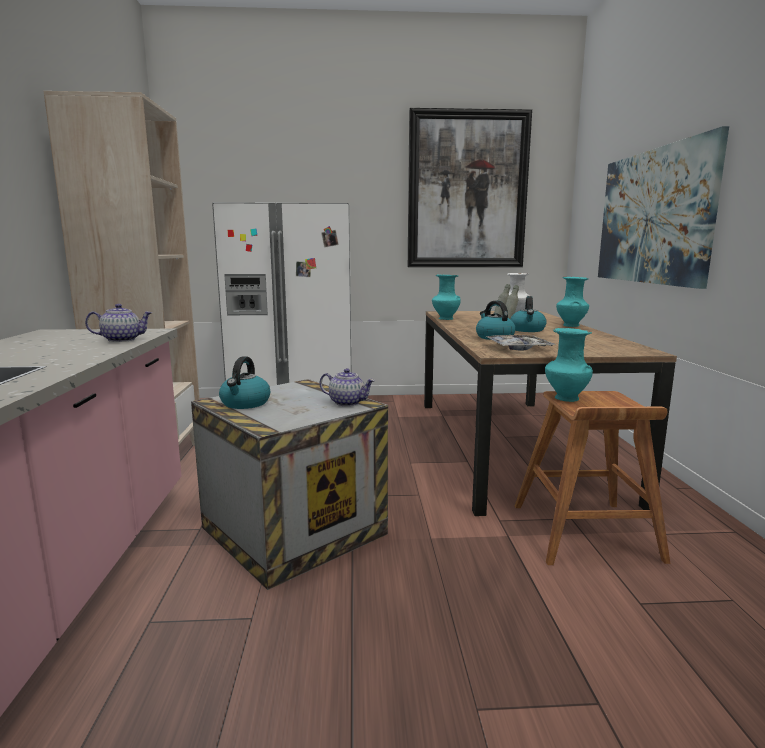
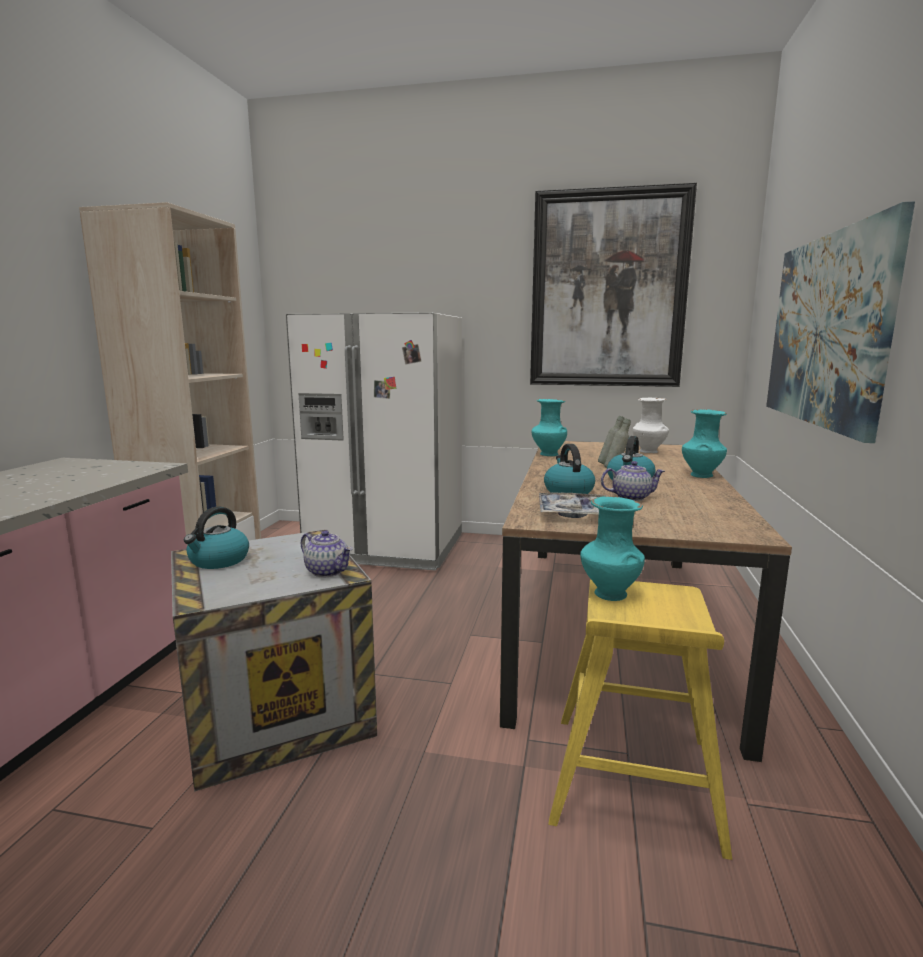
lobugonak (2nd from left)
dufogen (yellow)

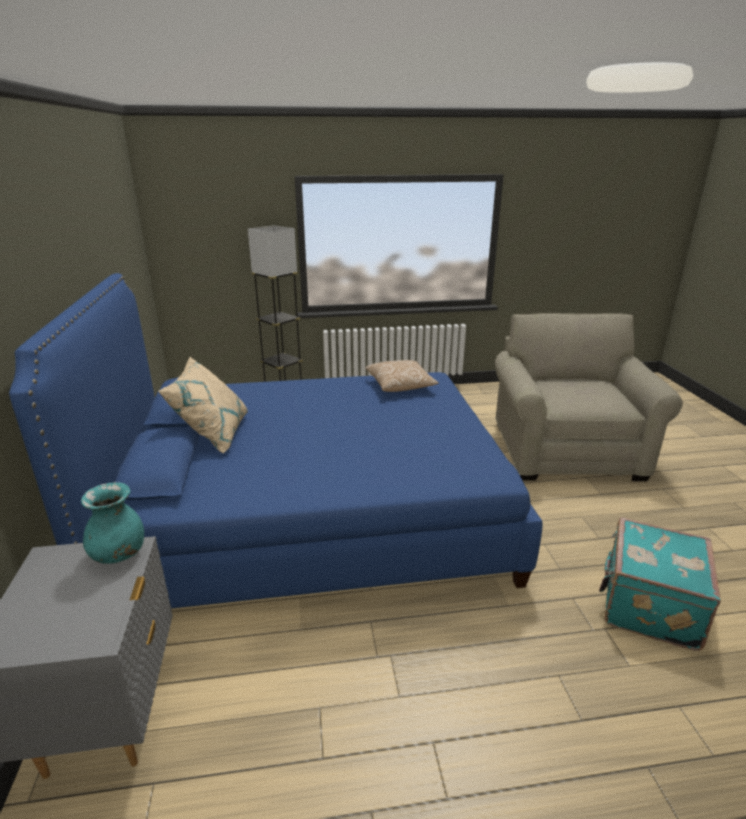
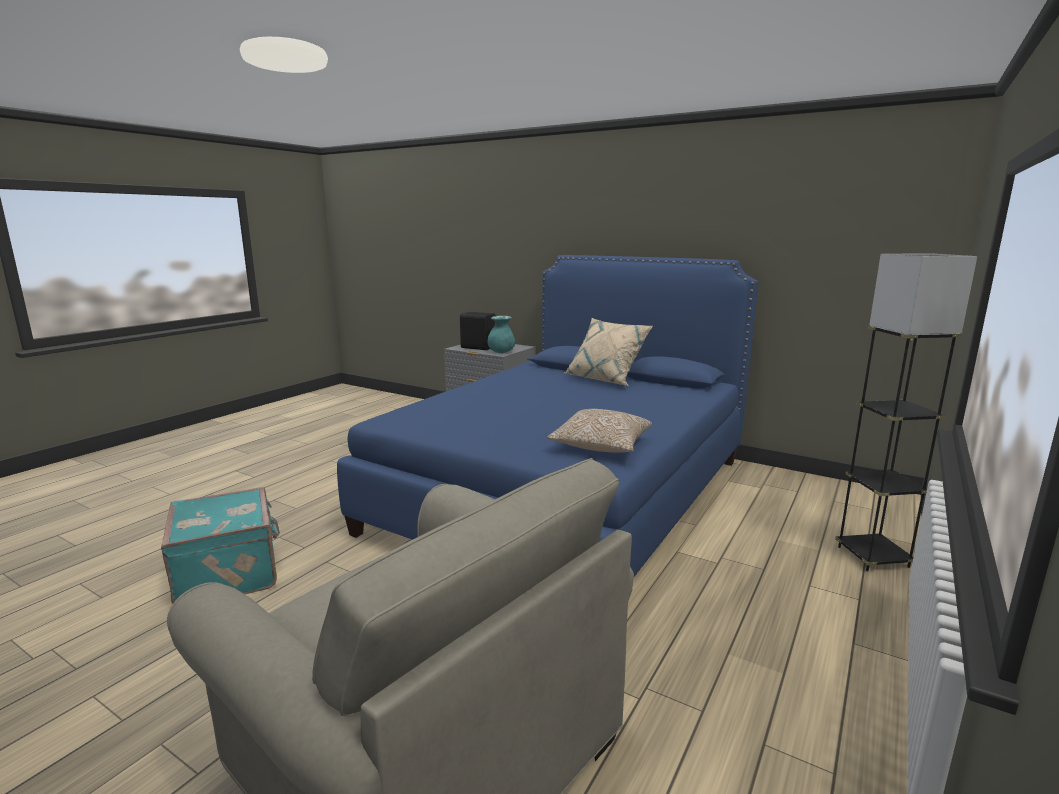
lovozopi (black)

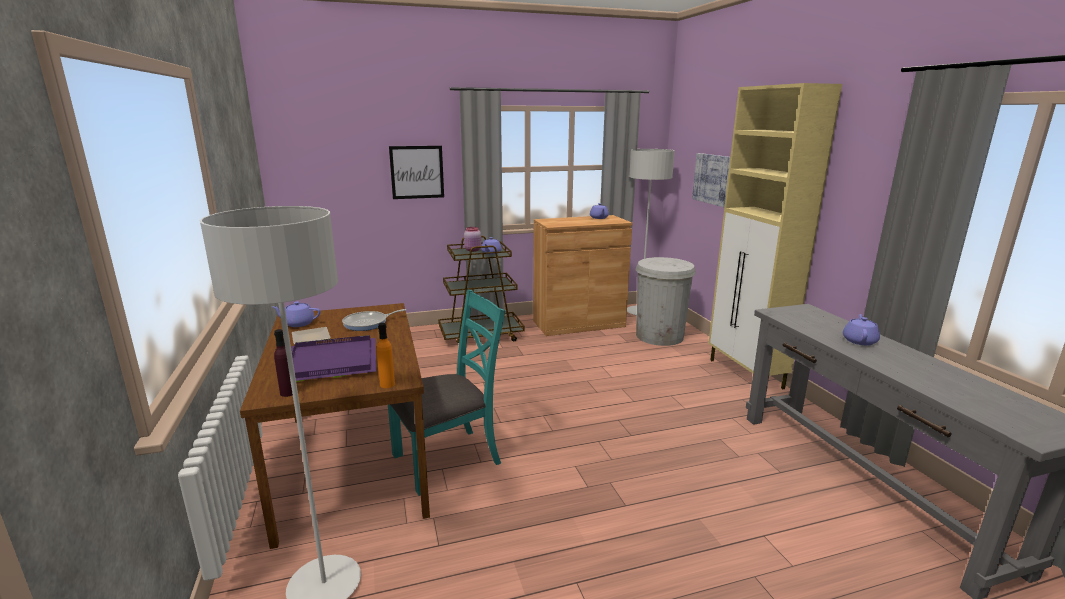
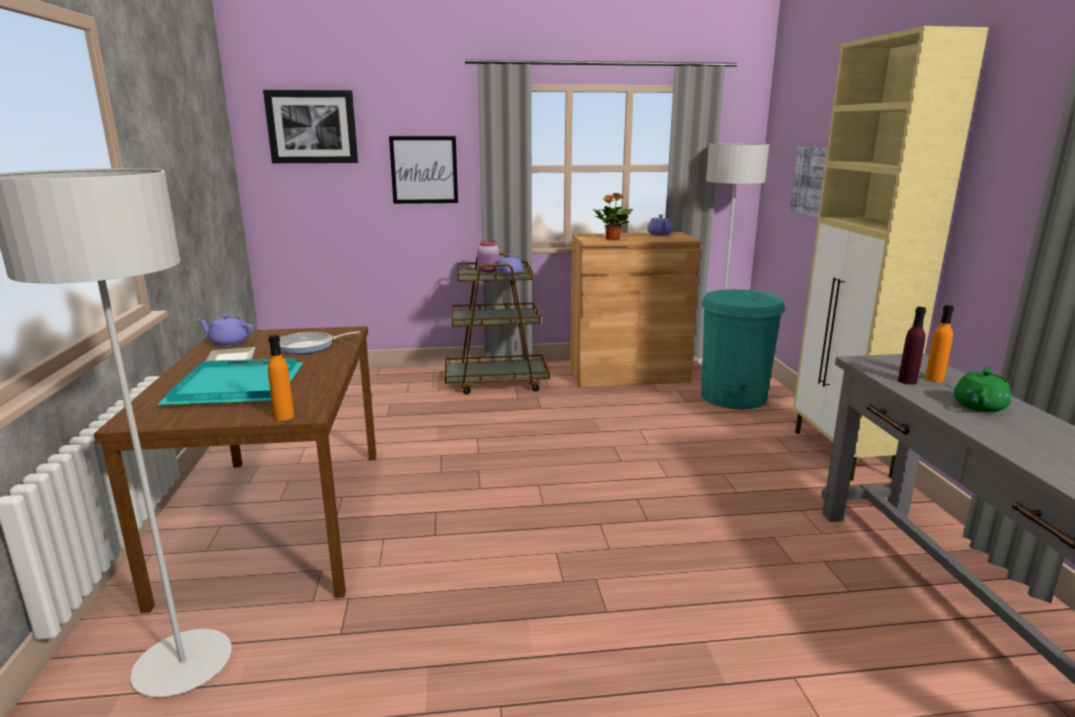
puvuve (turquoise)
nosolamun (1st from left)
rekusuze
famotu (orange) (2nd from left)
famotu (purple)
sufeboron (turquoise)
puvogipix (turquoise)
lobugonak (green)

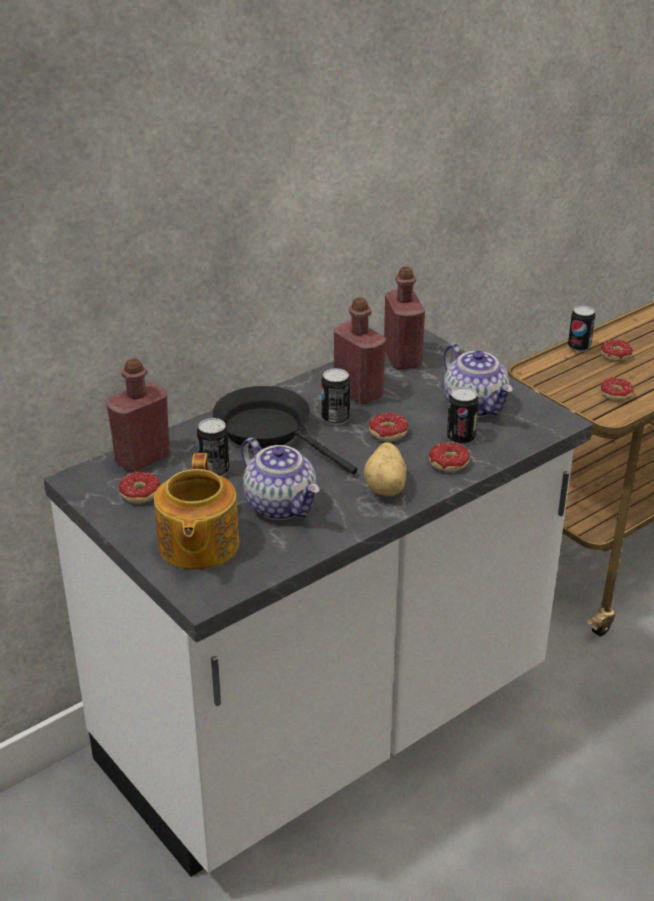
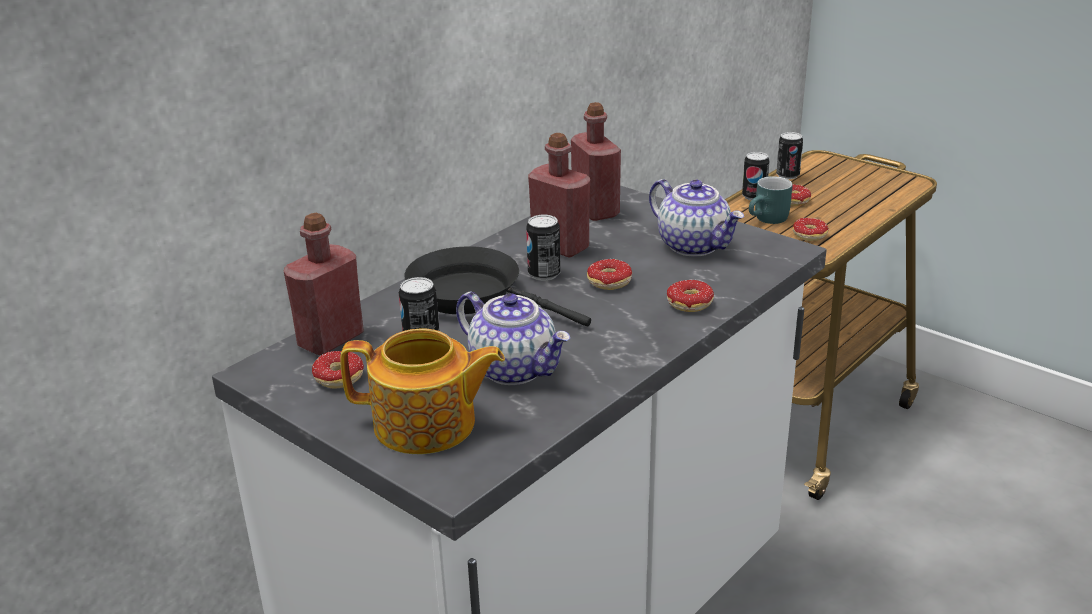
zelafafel
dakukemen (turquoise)
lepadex (4th from left)
lobugonak (1st from left)

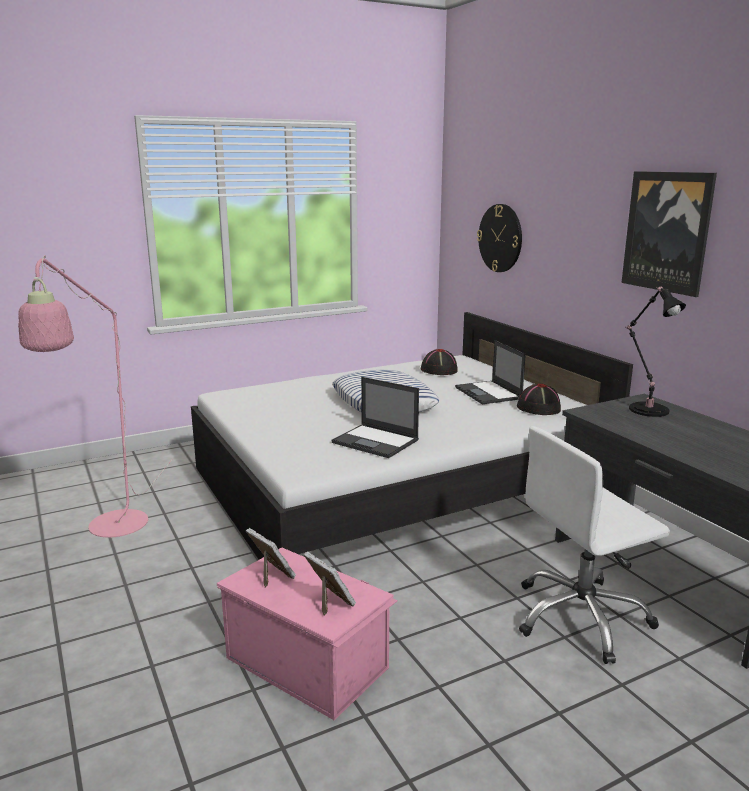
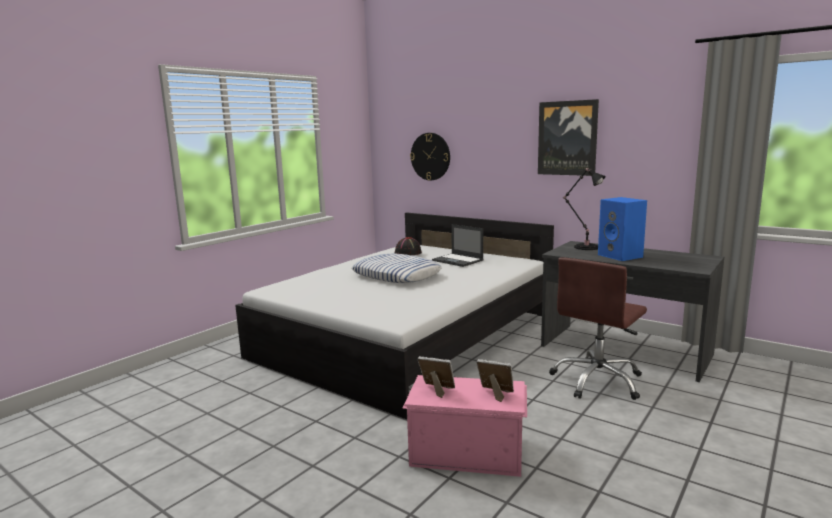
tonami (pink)
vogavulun (1st from left in the first image)
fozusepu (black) (2nd from left in the first image)
lovozopi (blue)
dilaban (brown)

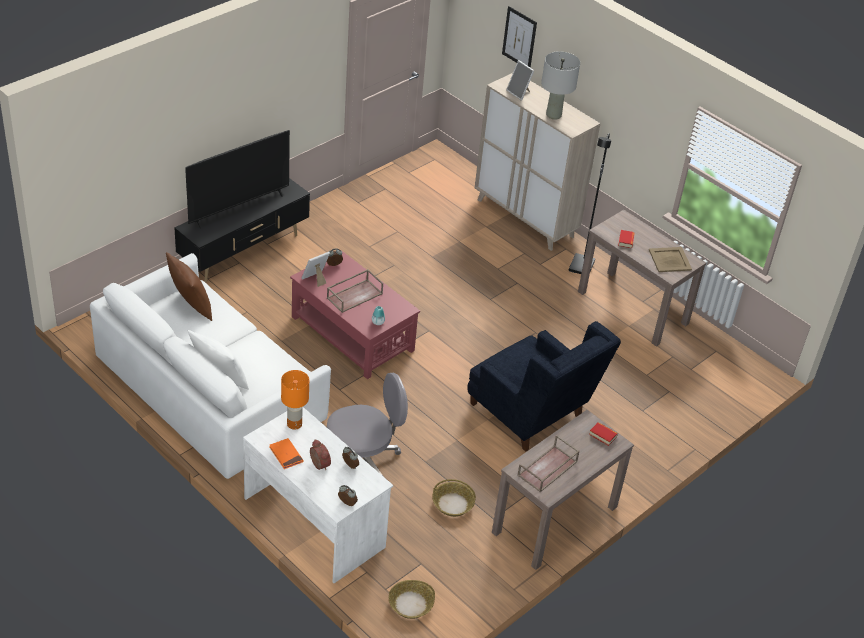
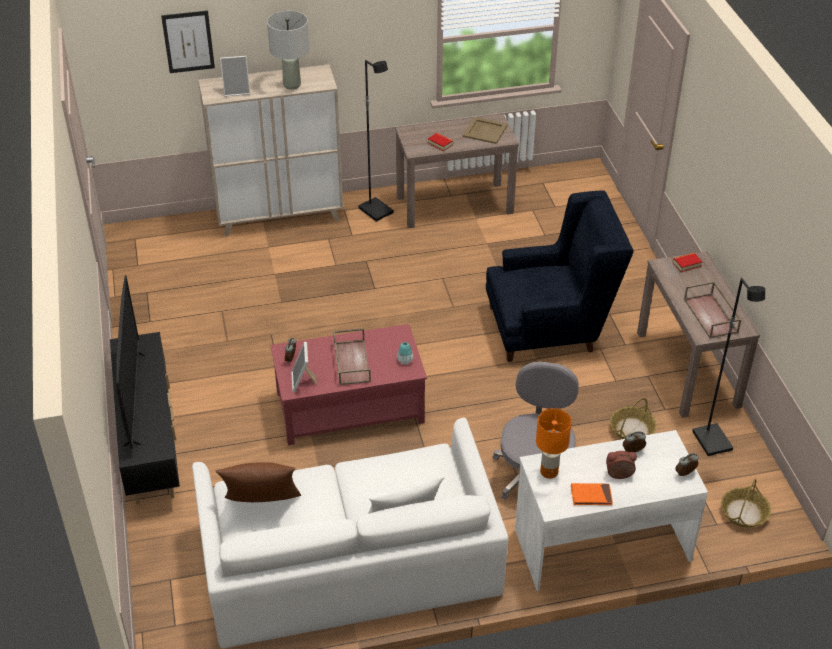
tonami (black) (2nd from left)

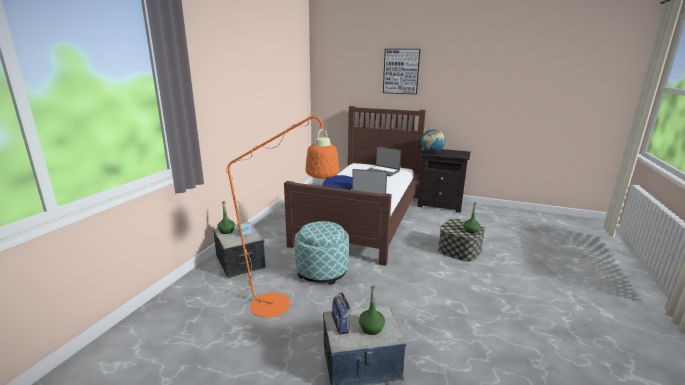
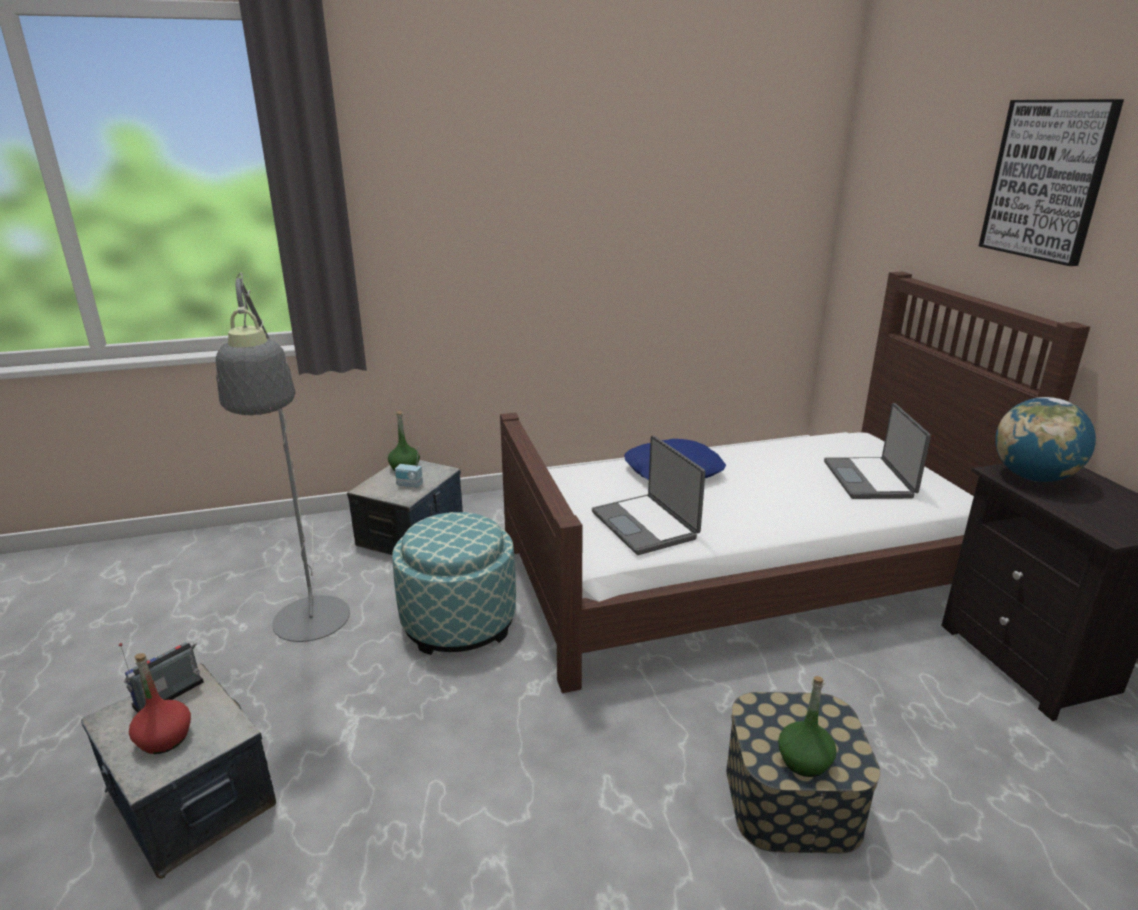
tonami (grey)
famotu (red)

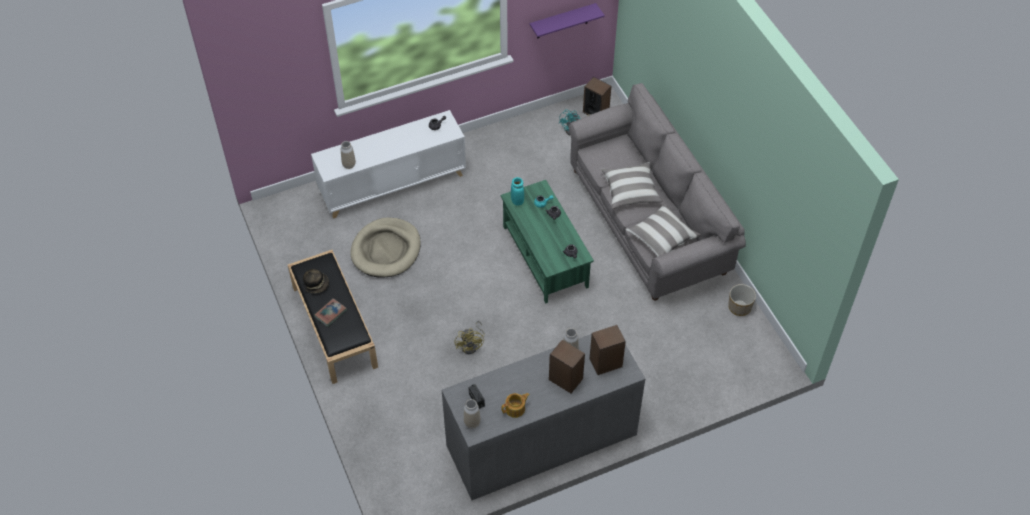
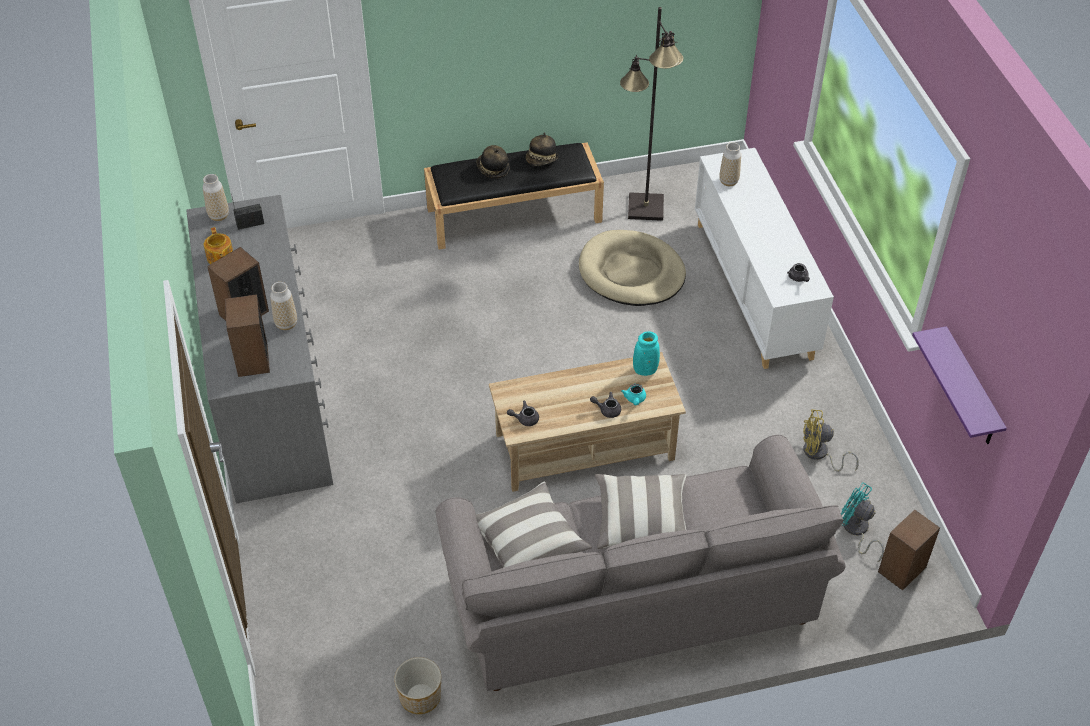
tonami (black)
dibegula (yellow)
fozusepu (1st from left)
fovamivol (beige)

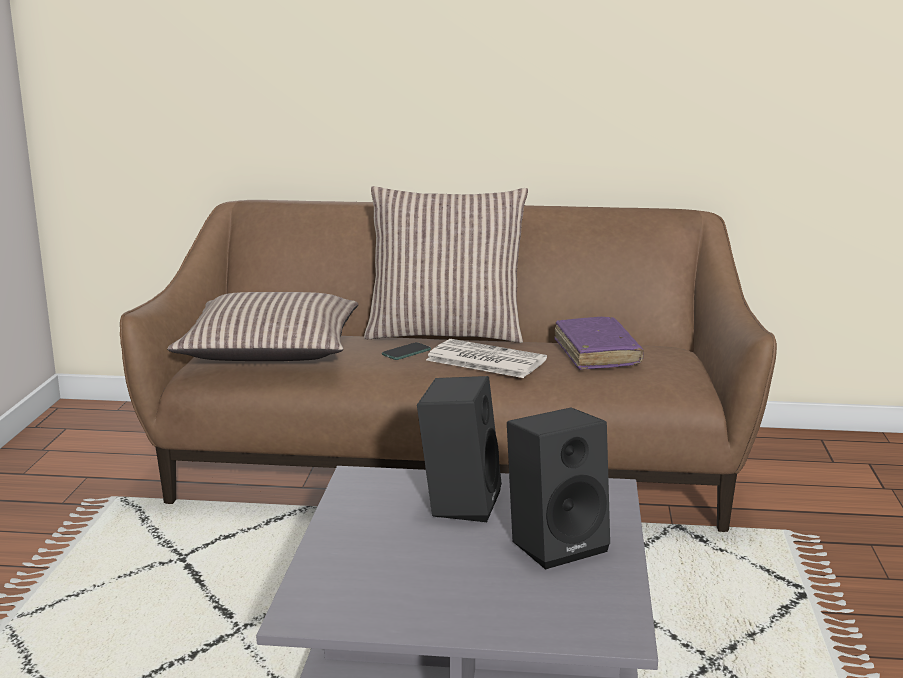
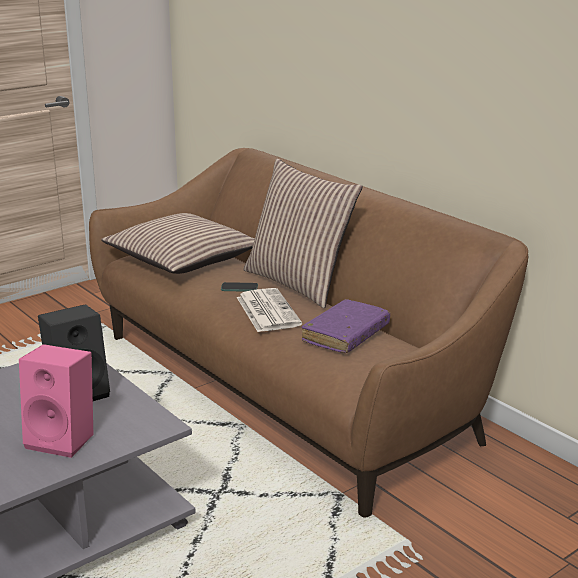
lovozopi (pink)

